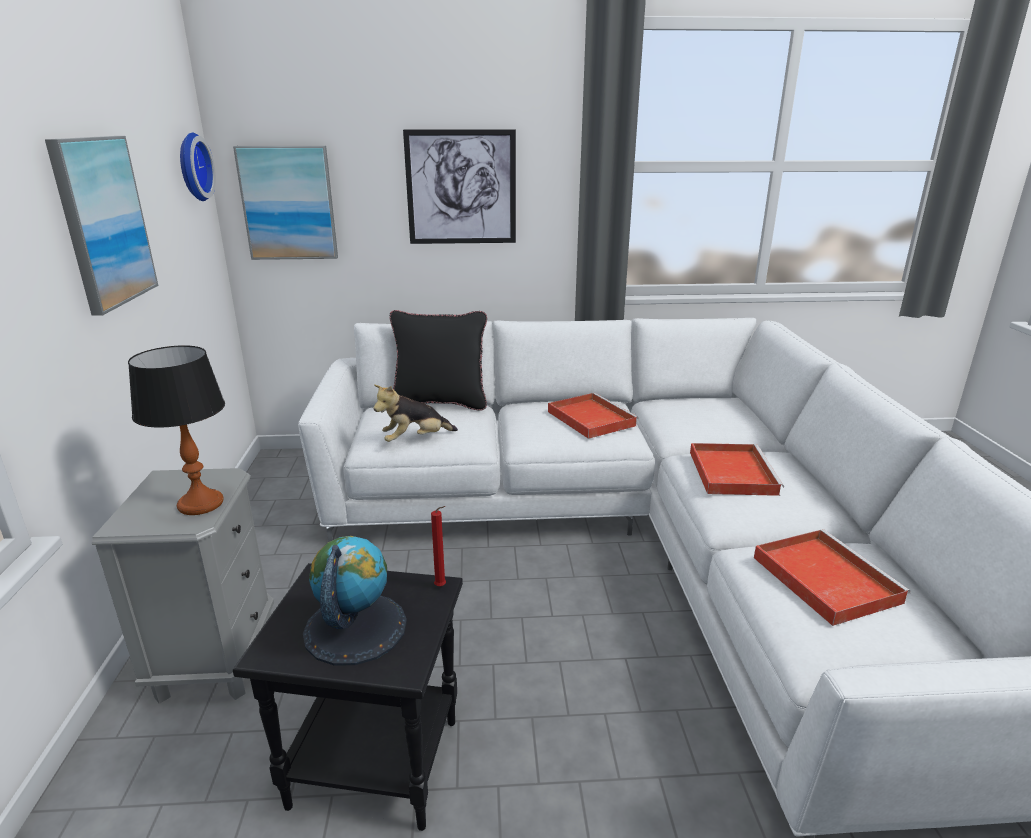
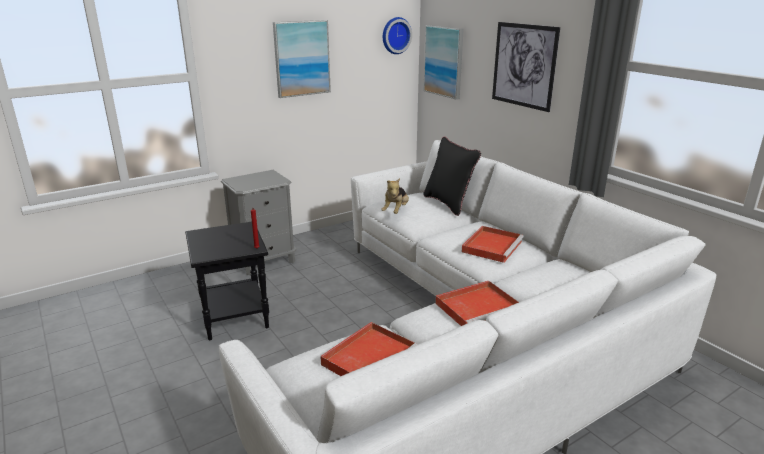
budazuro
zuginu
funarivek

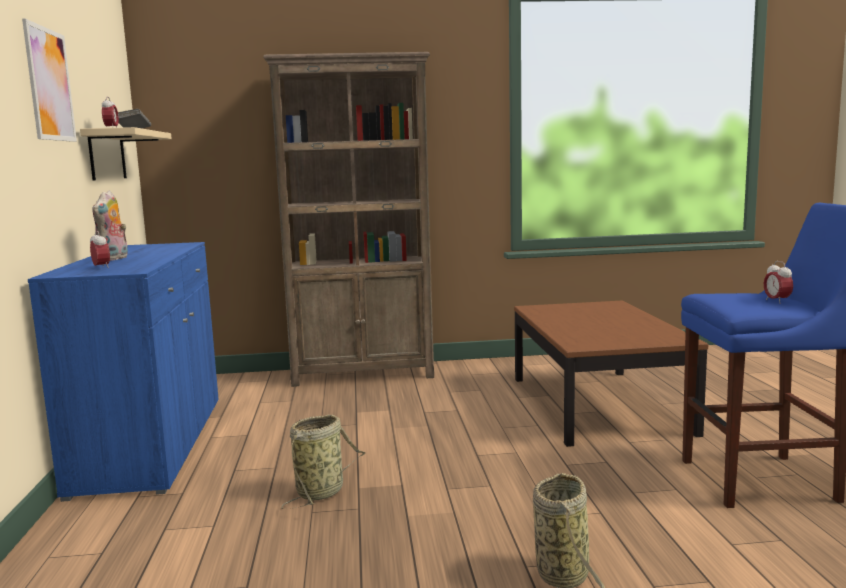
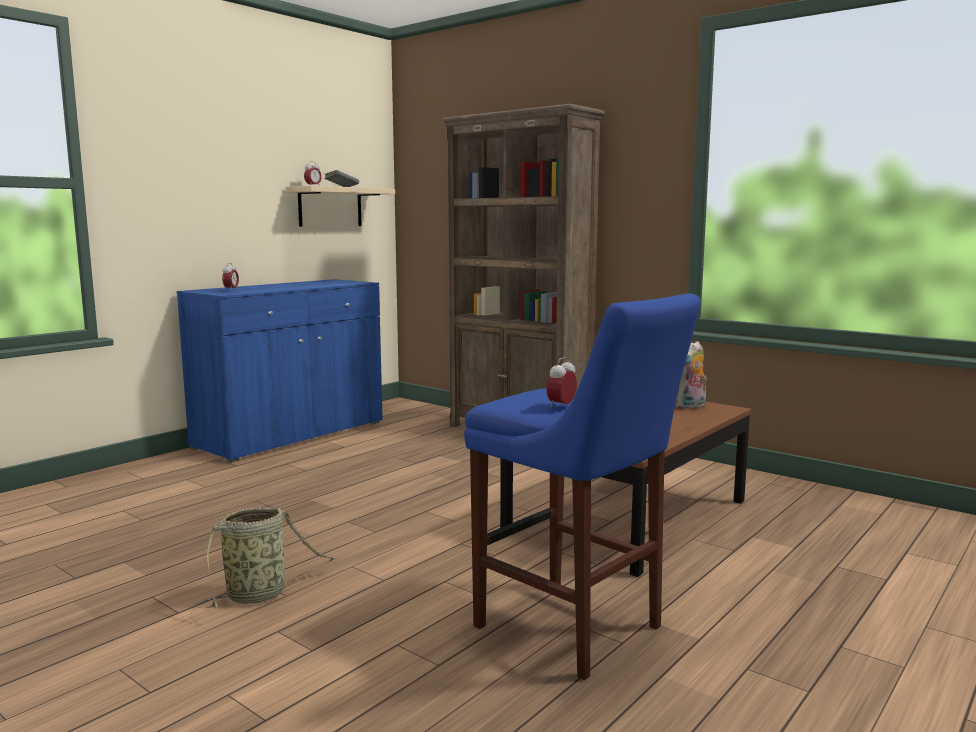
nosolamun
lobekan (1st from left in the first image)
funarivek

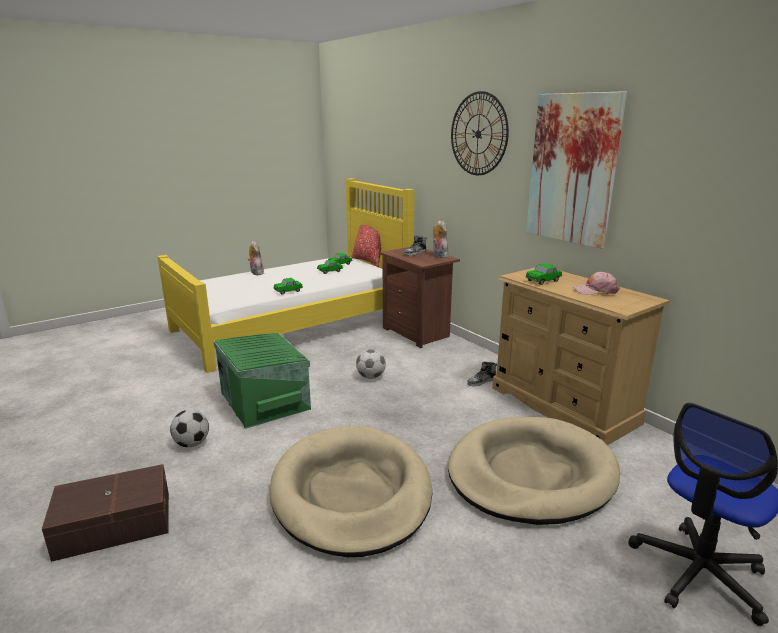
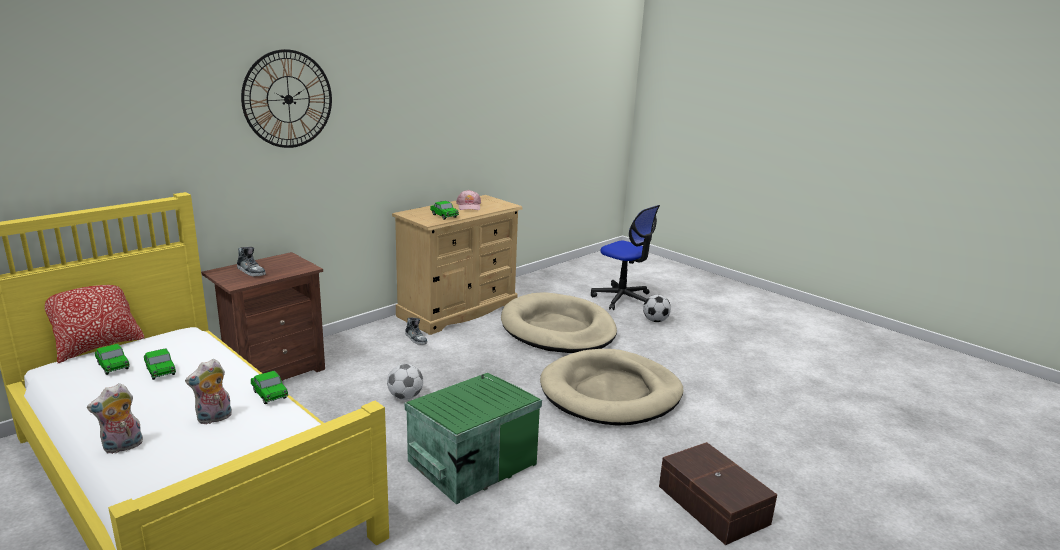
nosolamun
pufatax (2nd from left)
funarivek (2nd from left)

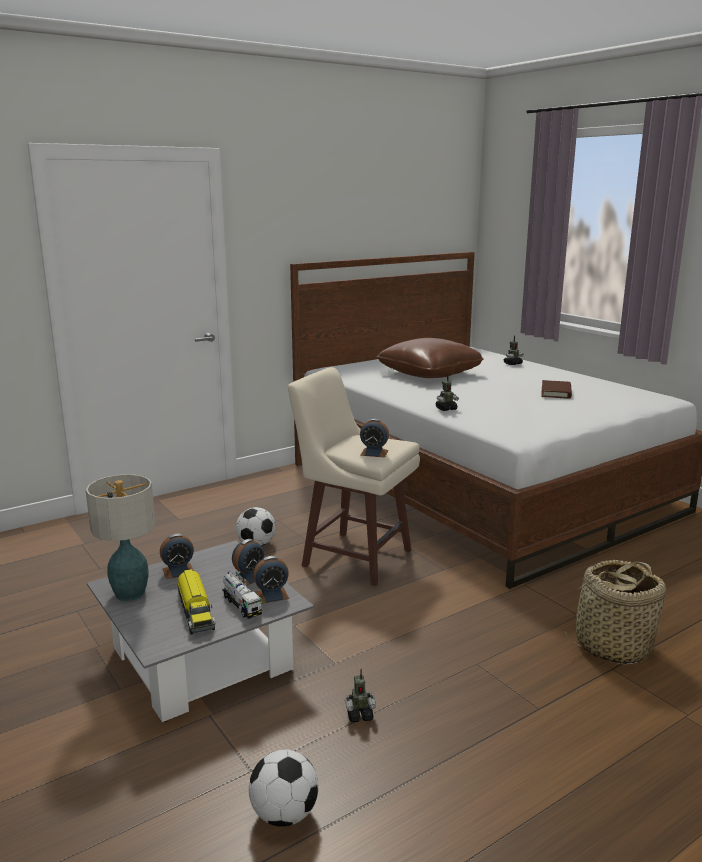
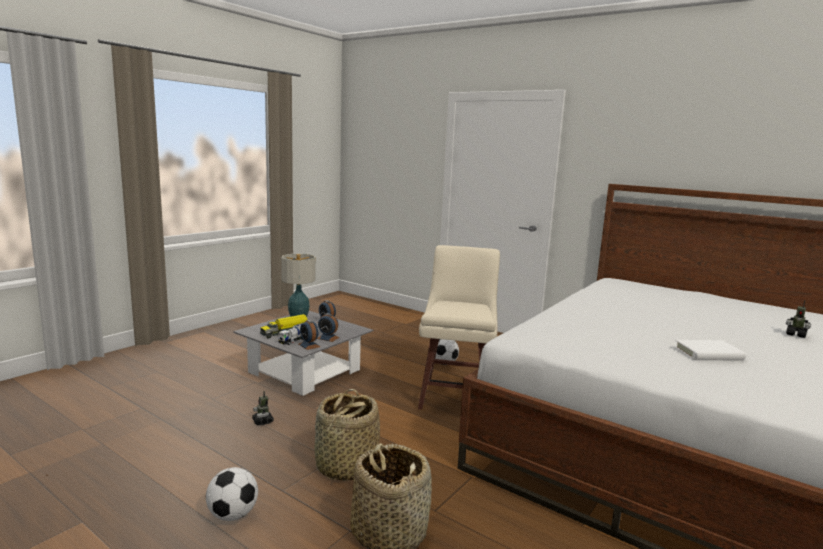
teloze (4th from left in the first image)
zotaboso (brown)
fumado (2nd from left in the first image)
lobekan (1st from left)
pufatax (1st from left)
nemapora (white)

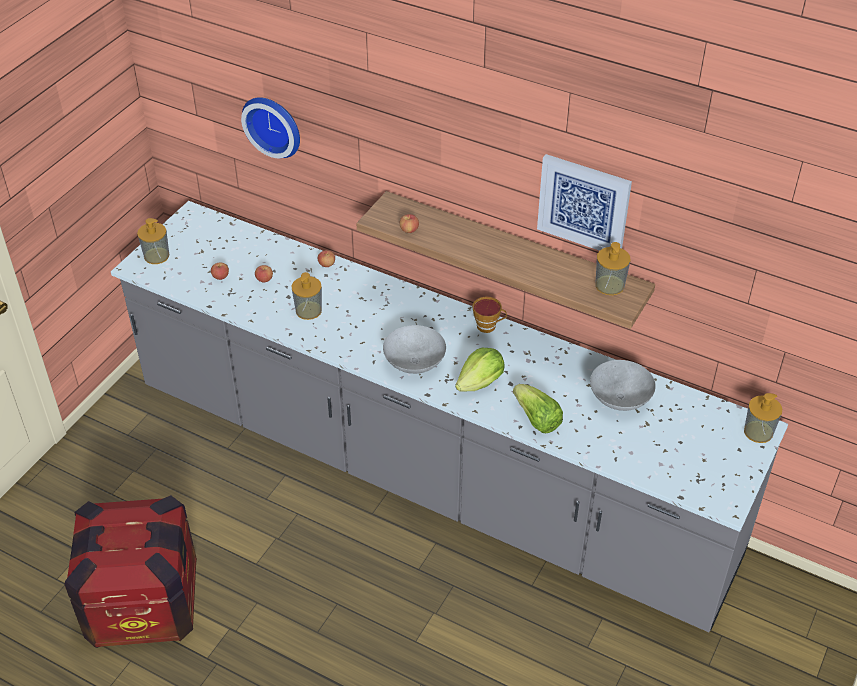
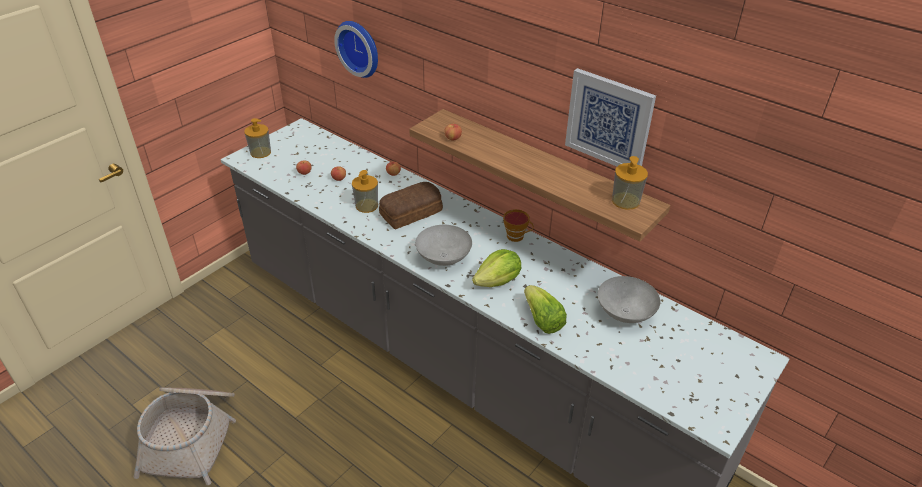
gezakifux (4th from left in the first image)
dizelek
lobekan

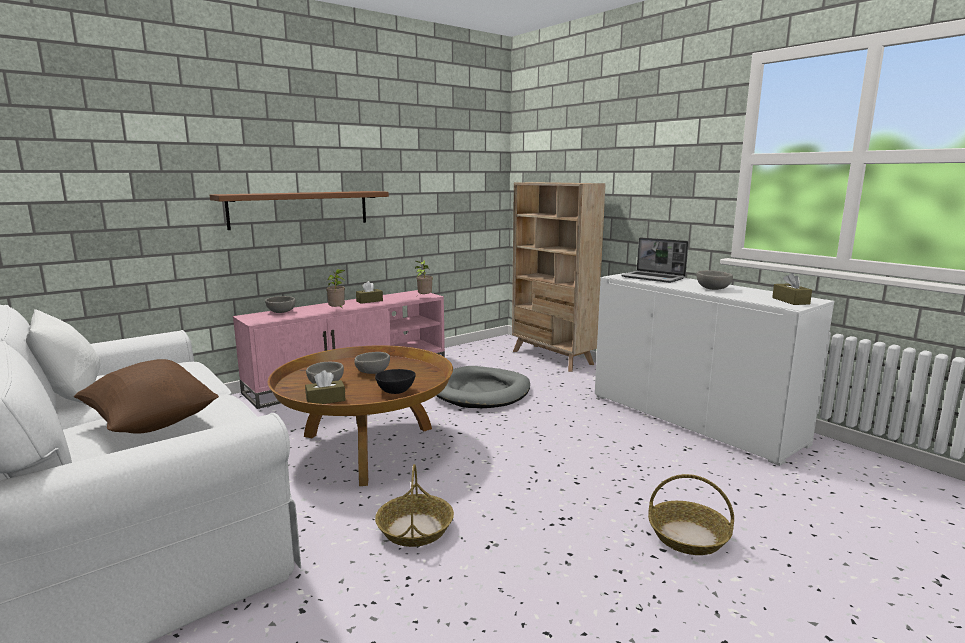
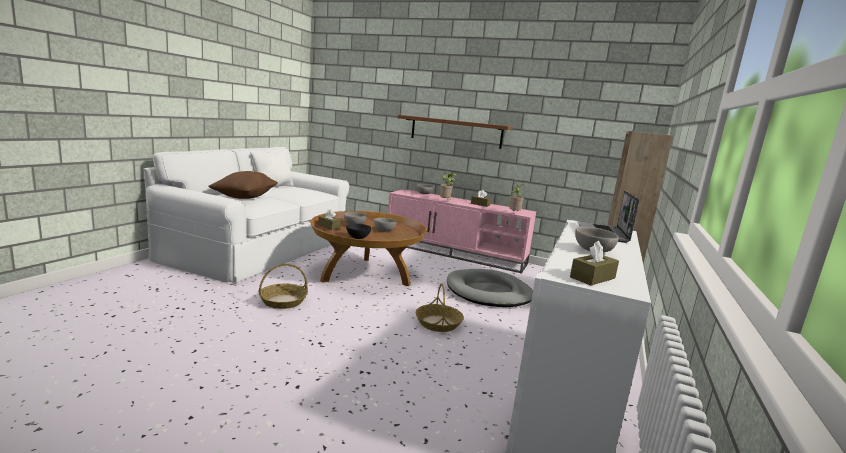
lobekan (2nd from left)

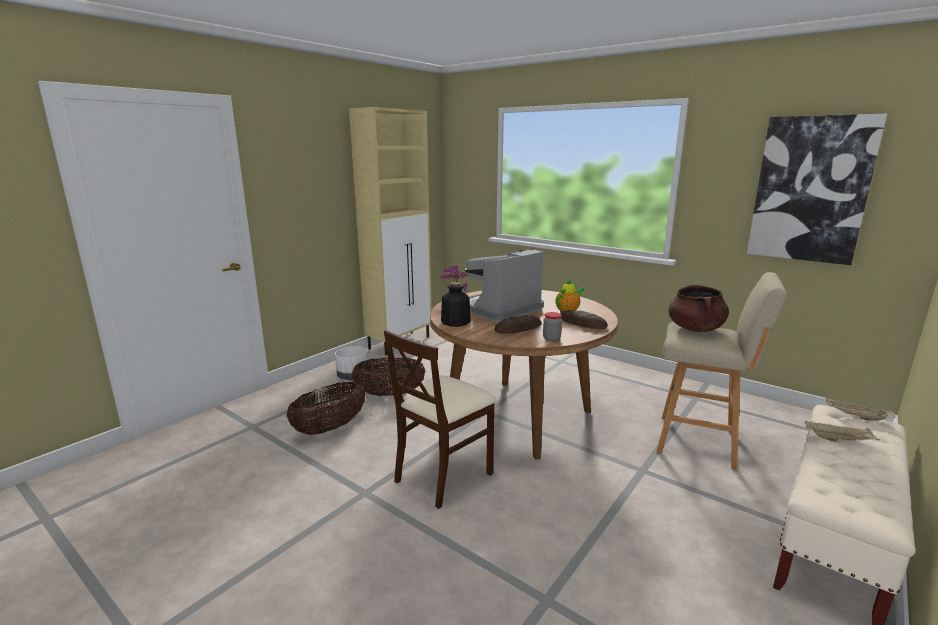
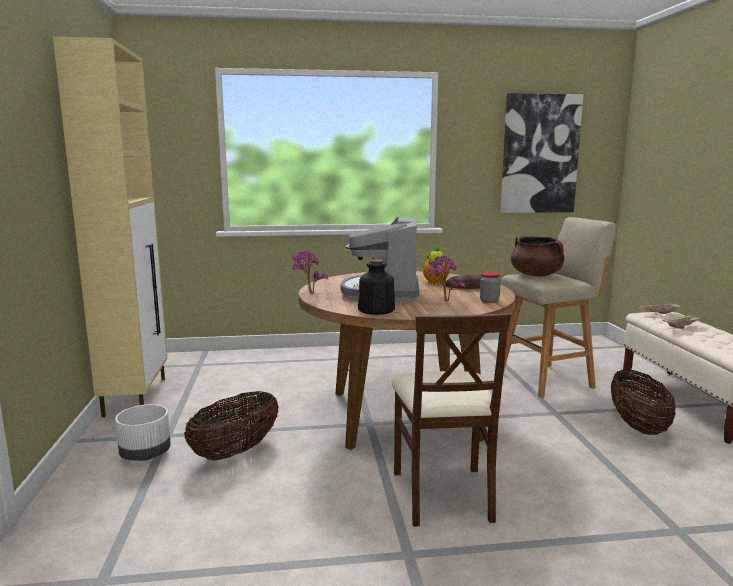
lobekan (2nd from left)
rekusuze (2nd from left)

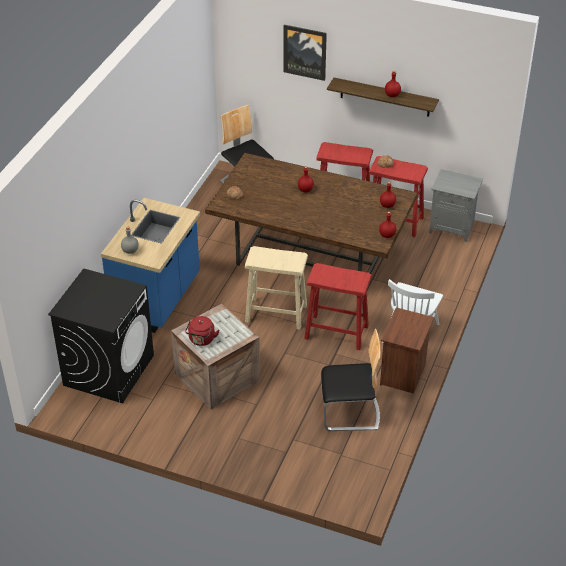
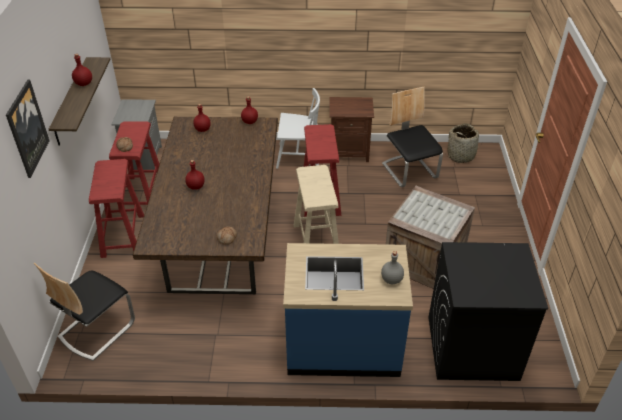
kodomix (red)
lobekan

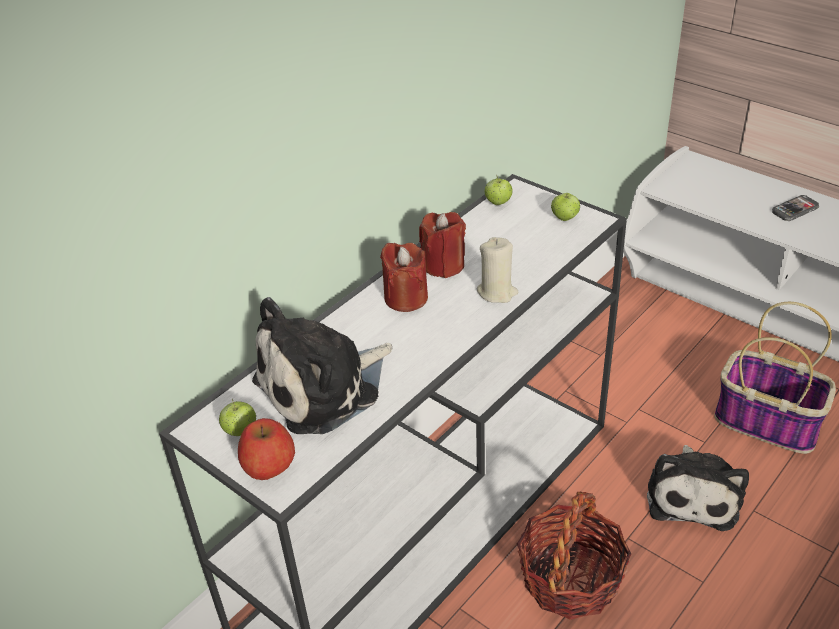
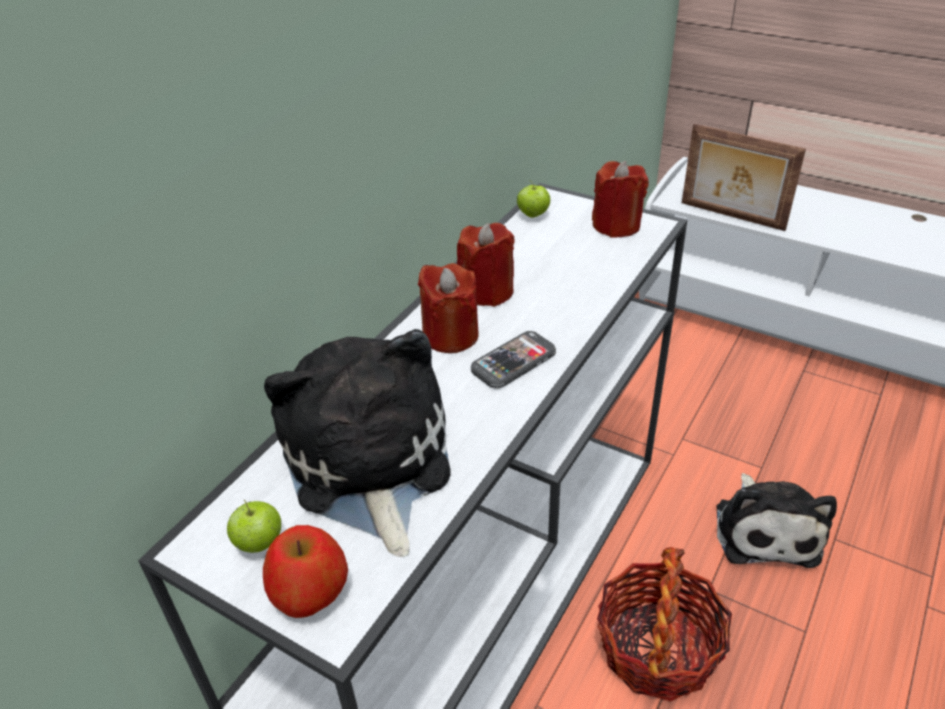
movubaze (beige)
lobekan (2nd from left in the first image)
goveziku
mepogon
movubaze (red) (3rd from left)
funarivek (1st from left)

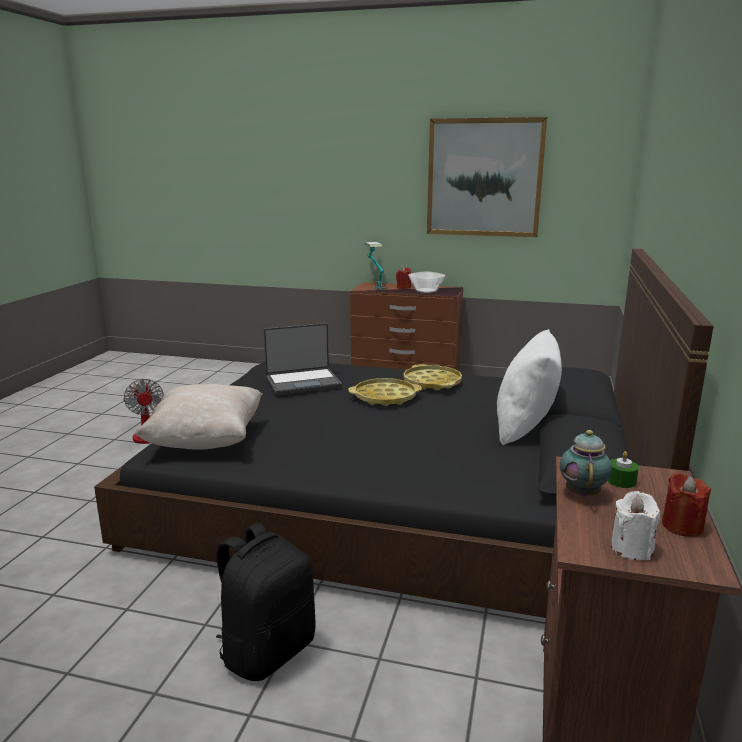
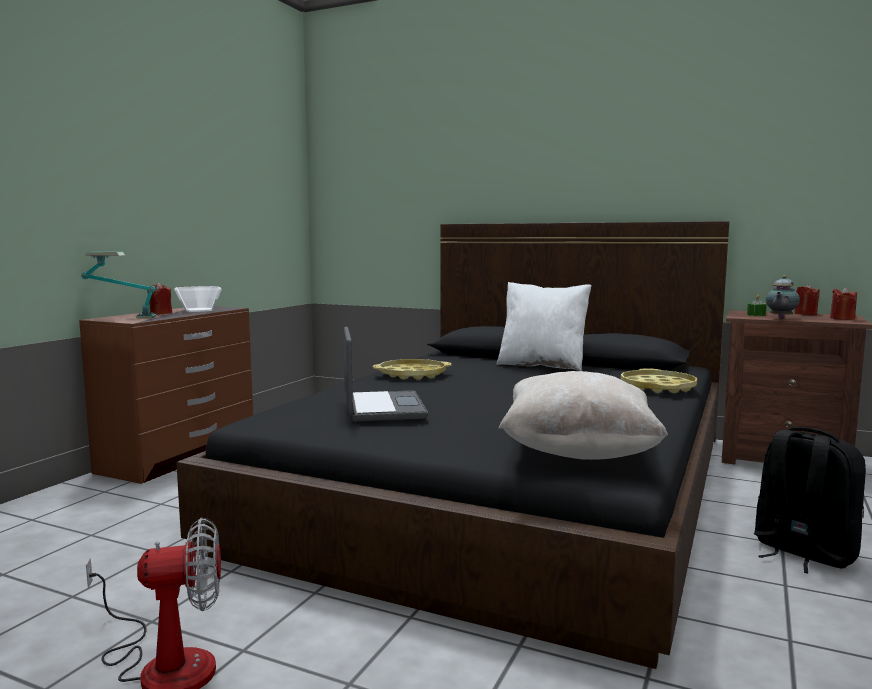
nosolamun
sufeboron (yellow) (2nd from left)
movubaze (red) (3rd from left)
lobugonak

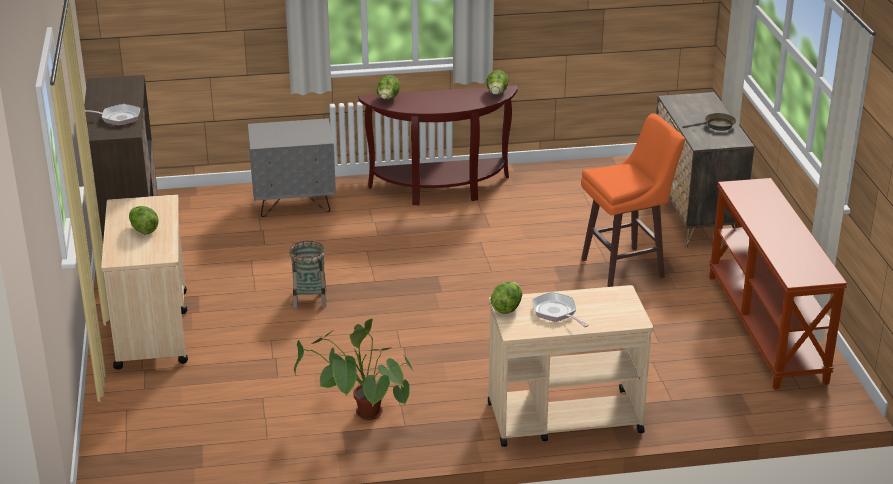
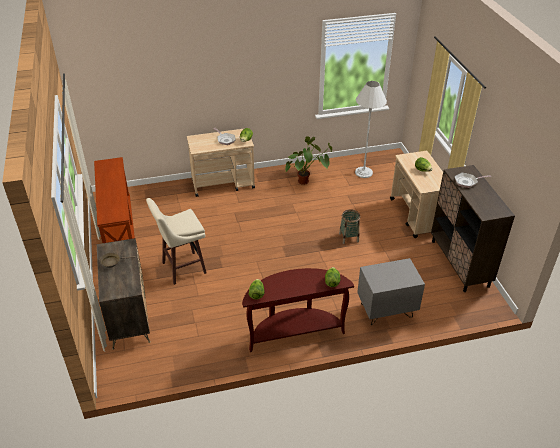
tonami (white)
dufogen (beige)

